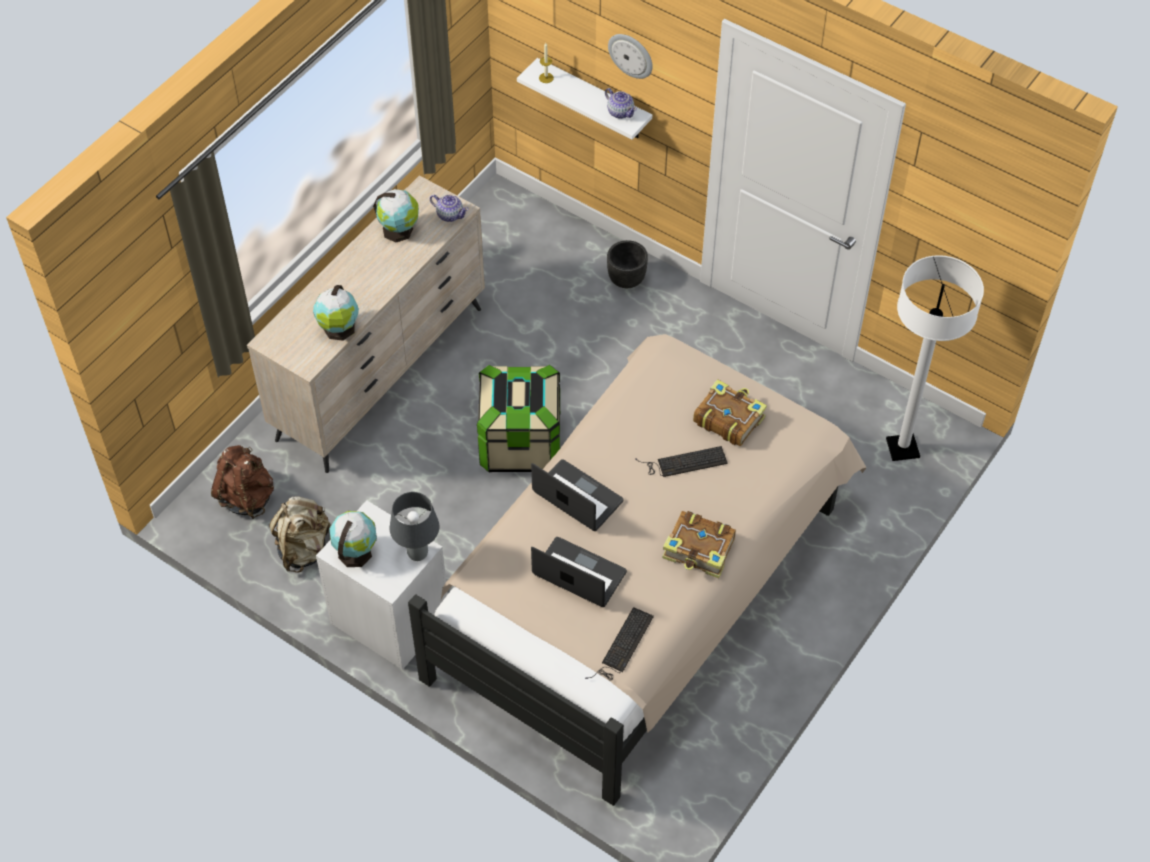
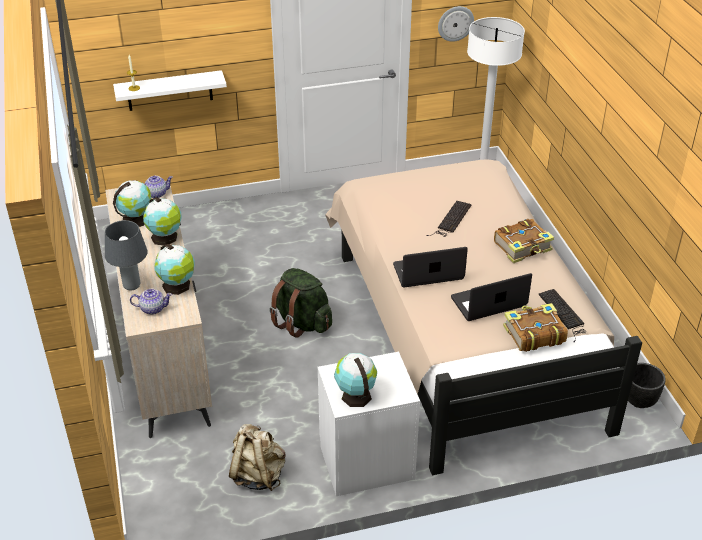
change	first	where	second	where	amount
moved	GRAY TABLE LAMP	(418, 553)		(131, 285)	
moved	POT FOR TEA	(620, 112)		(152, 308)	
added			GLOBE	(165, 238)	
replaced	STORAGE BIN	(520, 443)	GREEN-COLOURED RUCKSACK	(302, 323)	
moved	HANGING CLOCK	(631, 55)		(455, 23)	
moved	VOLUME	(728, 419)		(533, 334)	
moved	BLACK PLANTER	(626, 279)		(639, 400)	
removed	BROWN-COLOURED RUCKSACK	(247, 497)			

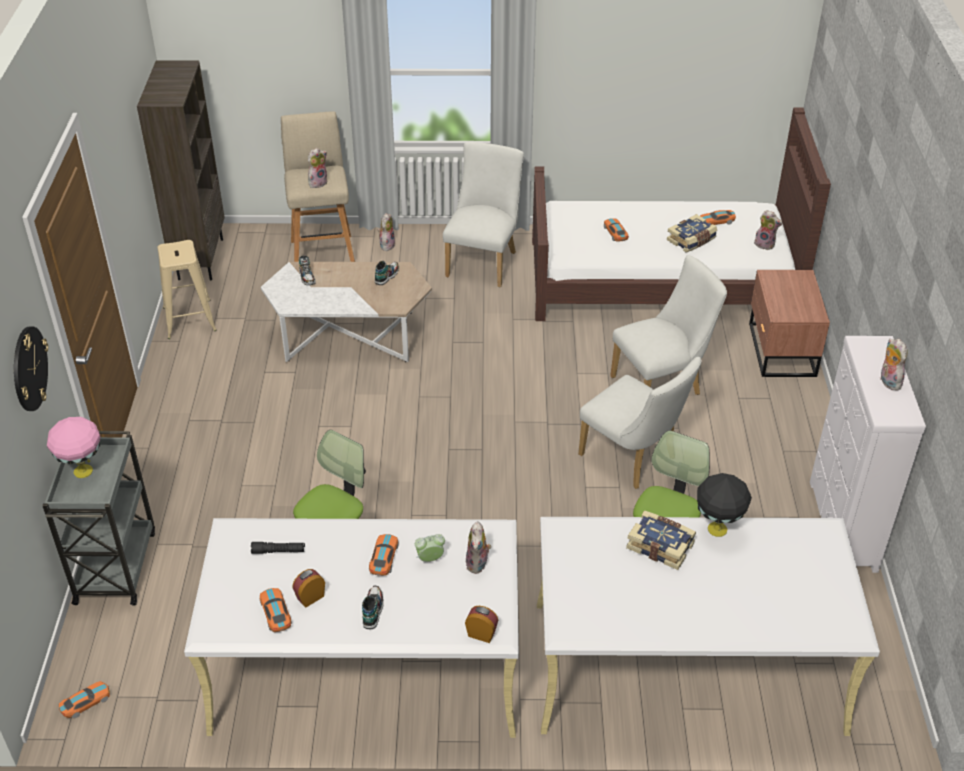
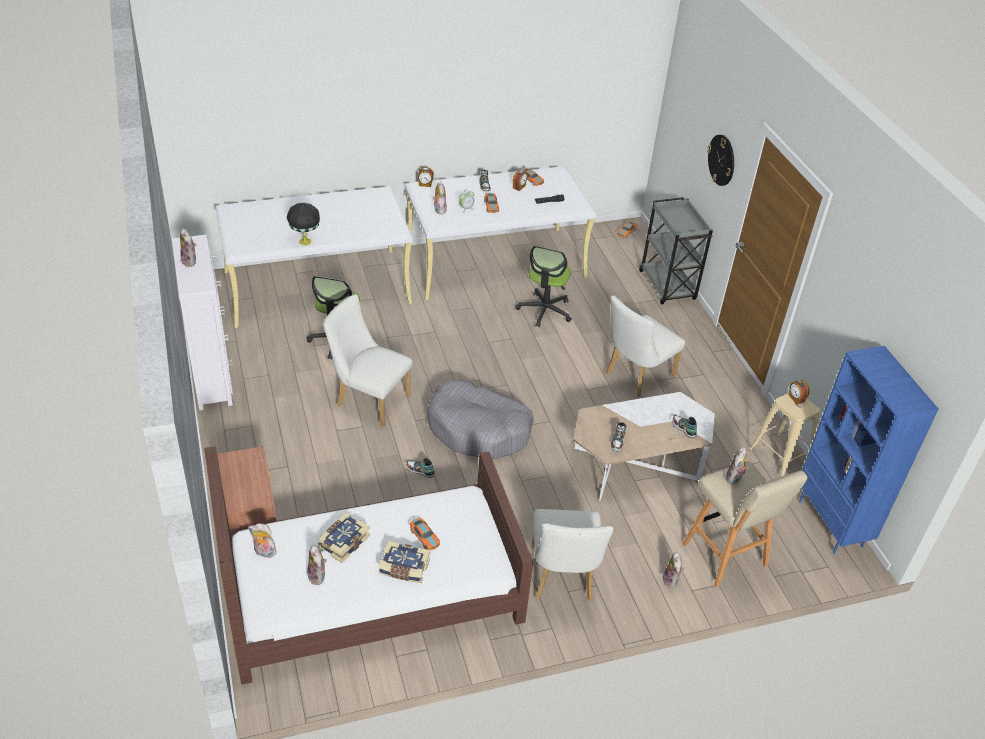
change	first	where	second	where	amount
replaced	MODEL CAR	(716, 221)	CUDDLY TOY	(318, 576)	
moved	VOLUME	(660, 545)		(404, 568)	
added			LOW SHOE	(420, 471)	
added			GRAY DOG BED	(478, 429)	
moved	WHITE-COLOURED CHAIR	(661, 384)		(635, 376)	
added			TABLE CLOCK	(796, 399)	
recoloured	BROWN-COLOURED BOOKCASE	(200, 259)	BLUE BOOKCASE	(831, 524)	
removed	PINK-COLOURED TABLE LAMP	(83, 472)			

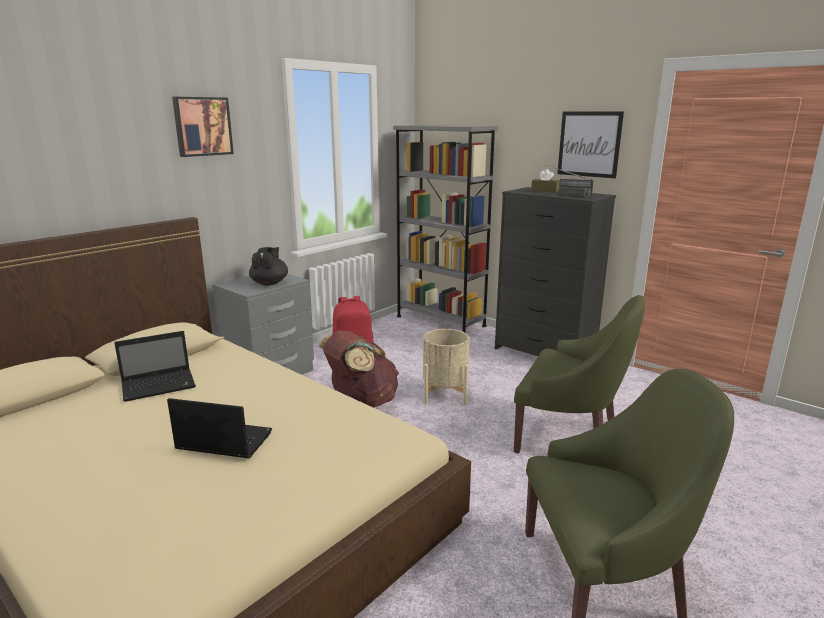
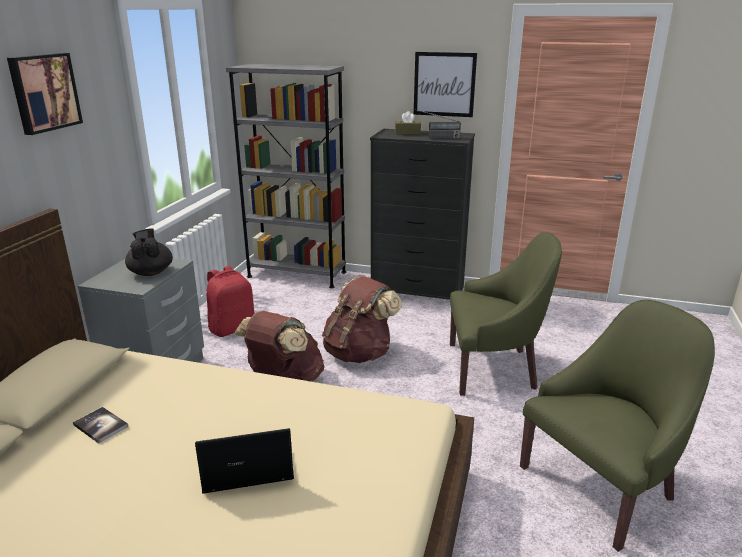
change	first	where	second	where	amount
replaced	PORTABLE COMPUTER	(160, 386)	VOLUME	(101, 426)	
replaced	SAND-COLOURED PLANTER	(445, 394)	BROWN-COLOURED RUCKSACK	(359, 353)	

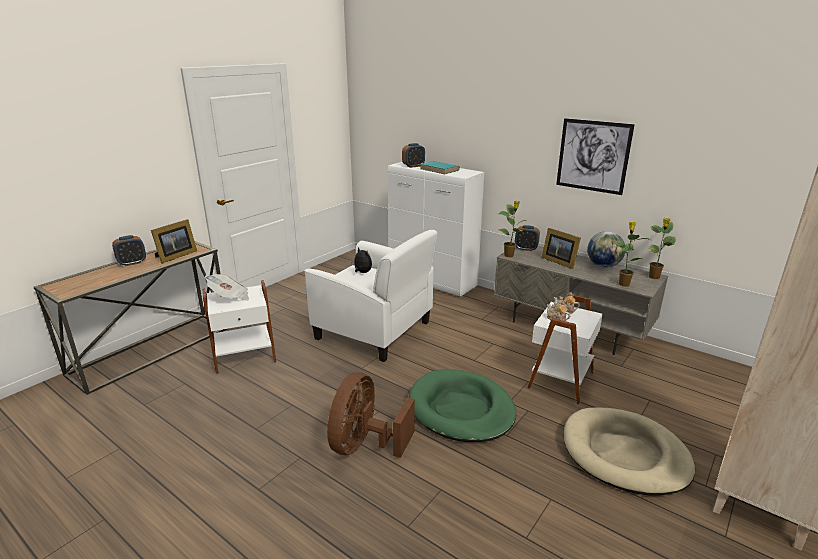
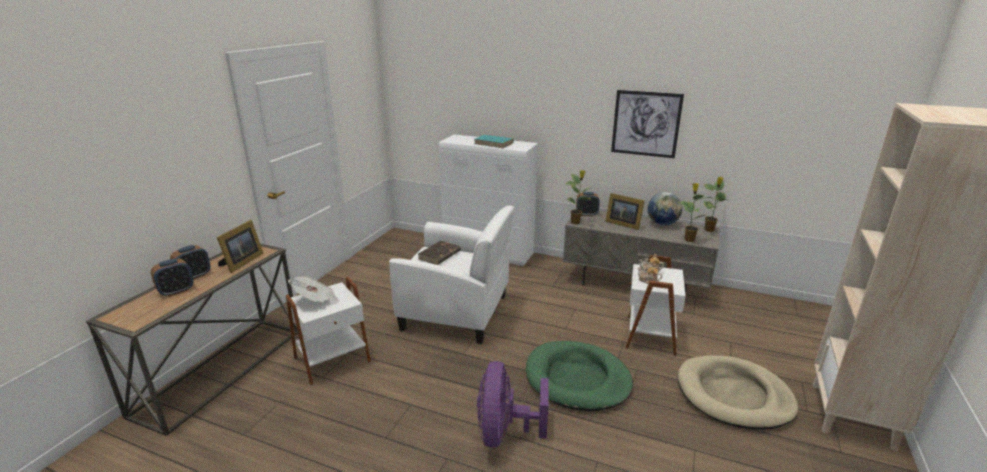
change	first	where	second	where	amount
moved	TABLE CLOCK	(413, 166)		(176, 291)	
replaced	CUDDLY TOY	(362, 272)	BROWN-COLOURED VOLUME	(439, 255)	
recoloured	BROWN-COLOURED COOLING FAN	(365, 445)	PURPLE-COLOURED COOLING FAN	(505, 432)	

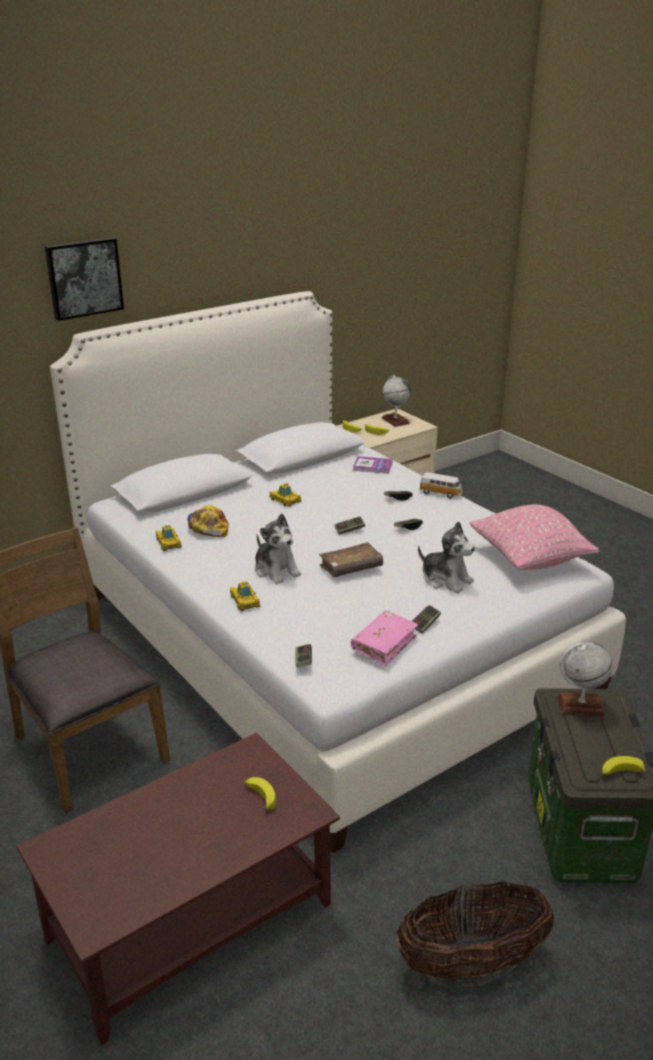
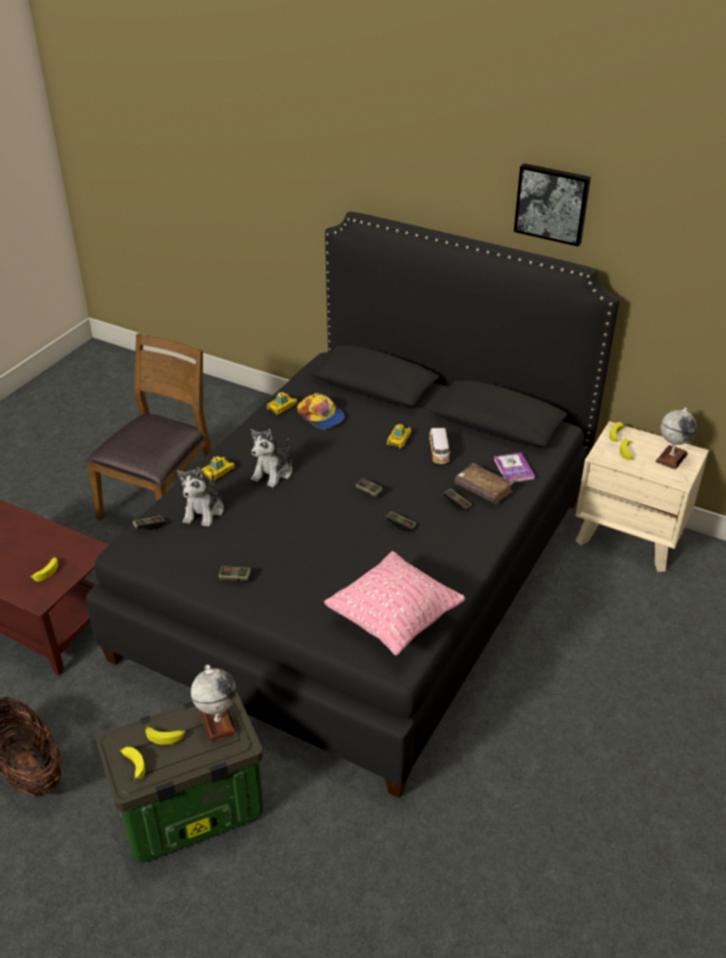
change	first	where	second	where	amount
recoloured	WHITE-COLOURED SLEEPING BED	(325, 641)	BLACK SLEEPING BED	(362, 573)	
added			BANANA FRUIT	(166, 736)	
moved	CUDDLY TOY	(446, 579)		(204, 511)	
turned	CAP	(207, 526)		(321, 416)	90 degrees clockwise
moved	MODEL CAR	(441, 493)		(439, 453)	
moved	BROWN-COLOURED VOLUME	(351, 568)		(483, 490)	
moved	PICTURE	(83, 277)		(552, 203)	
removed	PINK-COLOURED VOLUME	(384, 644)			

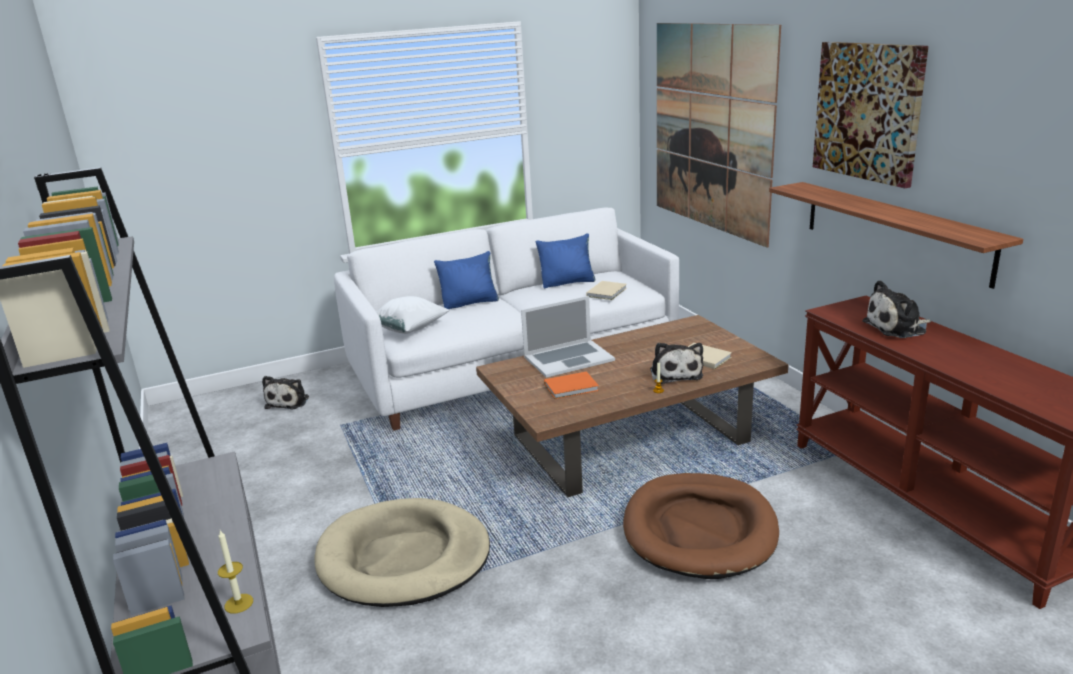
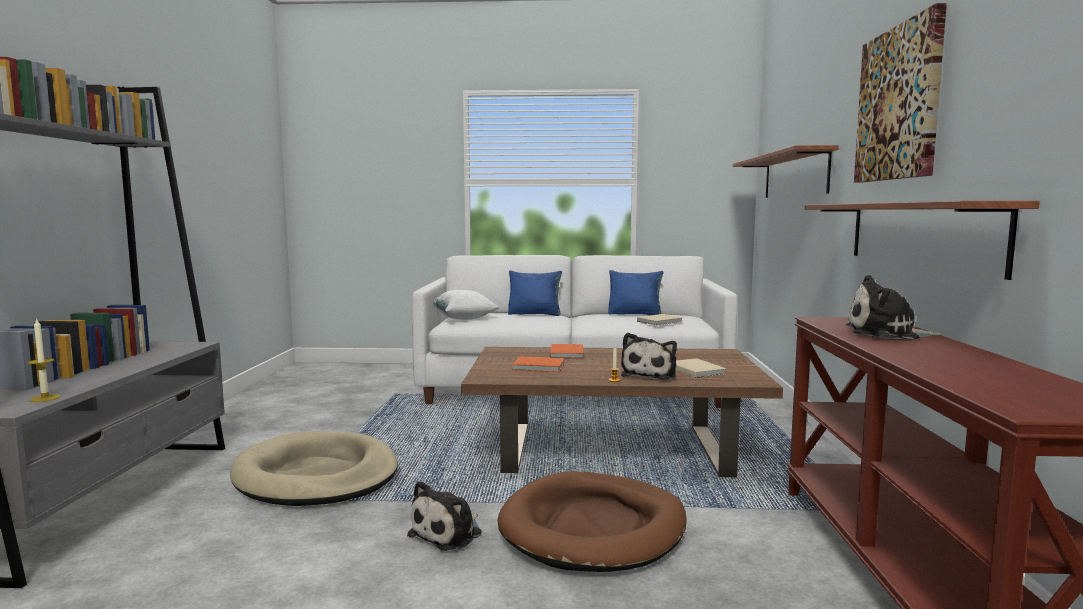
change	first	where	second	where	amount
moved	CUDDLY TOY	(289, 401)		(449, 533)	
replaced	PORTABLE COMPUTER	(568, 358)	ORANGE VOLUME	(567, 353)	
replaced	PICTURE	(711, 128)	BRACKET SHELF	(794, 175)	

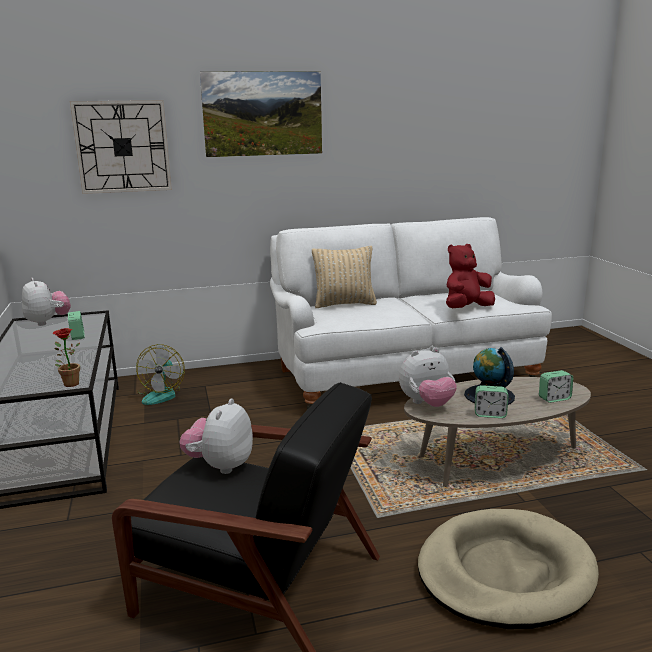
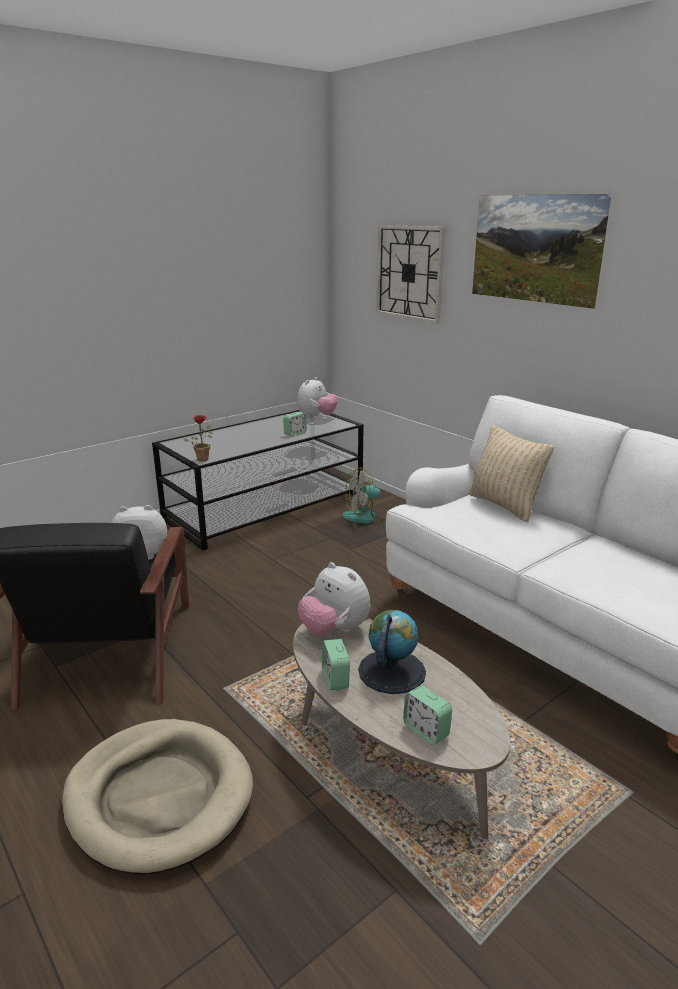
change	first	where	second	where	amount
removed	REDDISH CUDDLY TOY	(466, 308)			

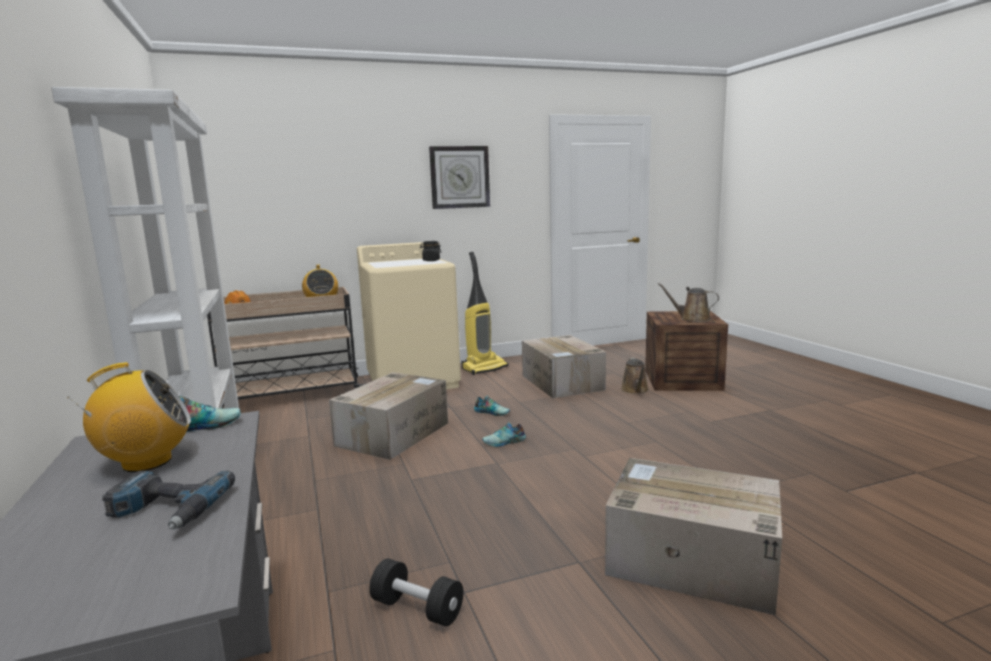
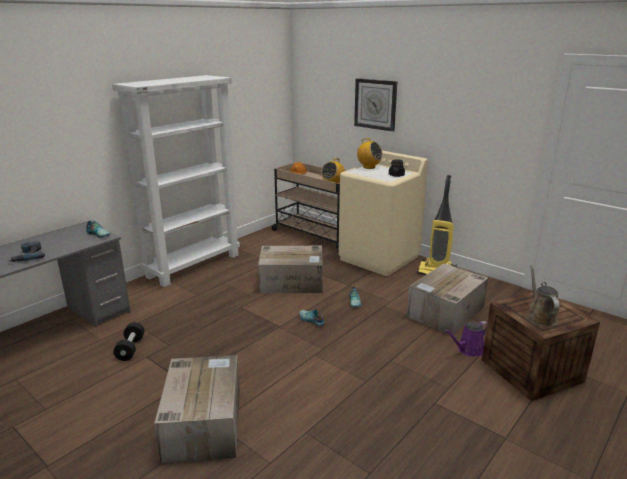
change	first	where	second	where	amount
moved	HANGING CLOCK	(459, 177)		(375, 104)	
moved	RADIO SET	(146, 462)		(369, 167)	
recoloured	BROWN-COLOURED WATERING CAN	(635, 390)	PURPLE-COLOURED WATERING CAN	(468, 350)	

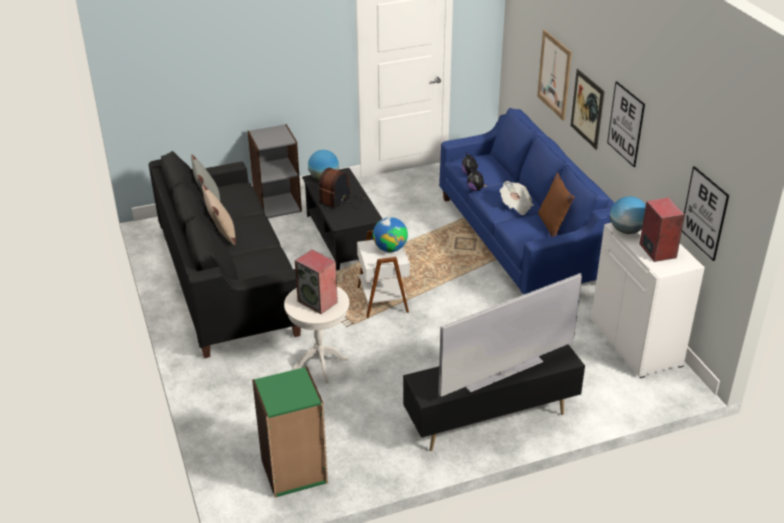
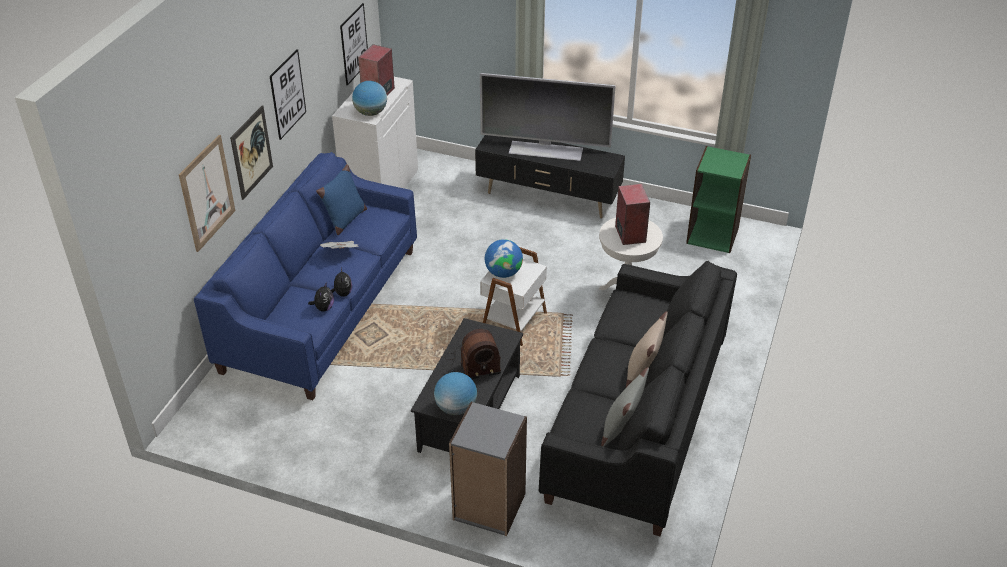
change	first	where	second	where	amount
recoloured	BROWN-COLOURED PILLOW	(552, 225)	BLUE PILLOW	(345, 220)	

